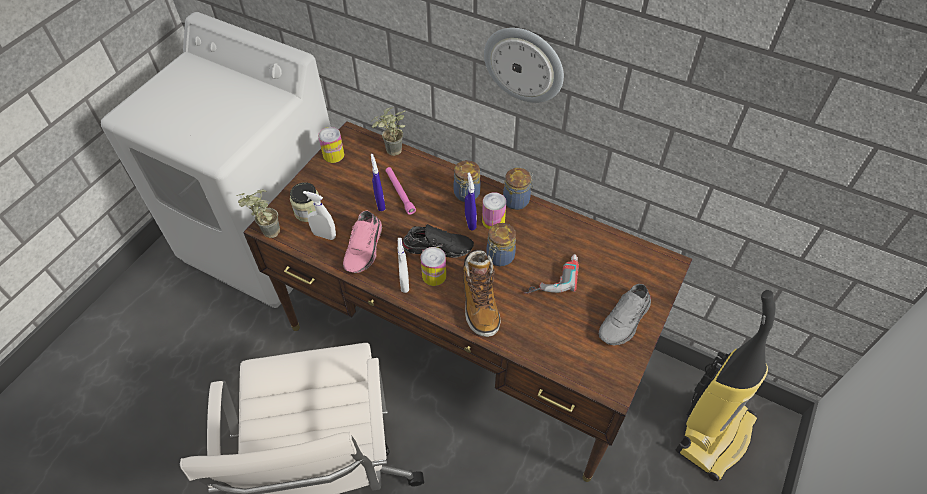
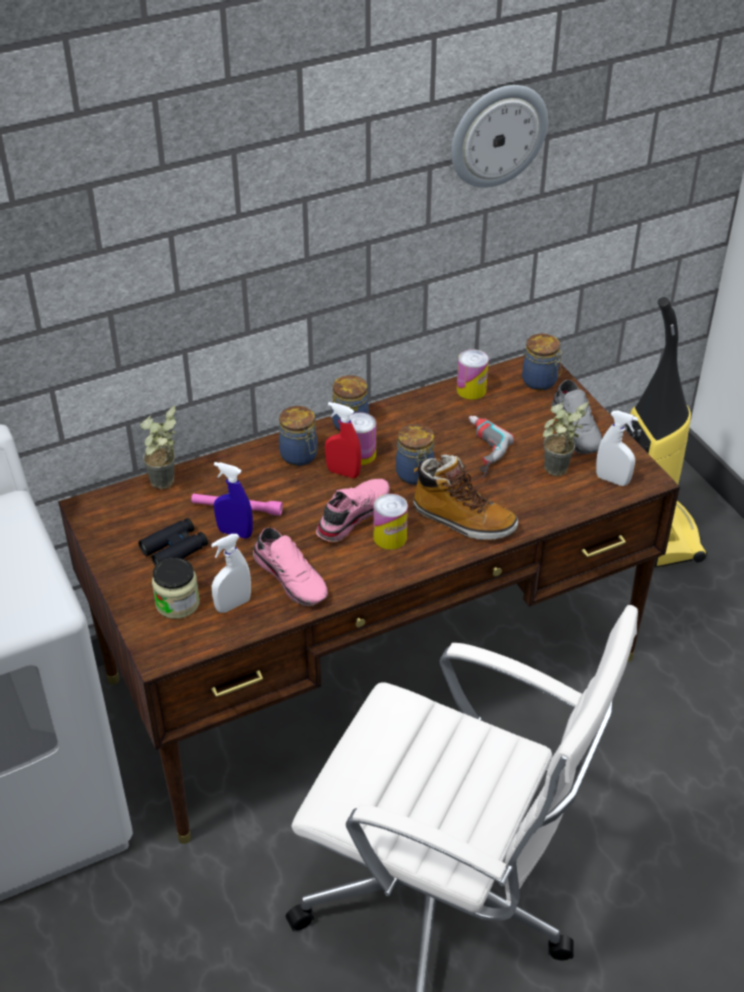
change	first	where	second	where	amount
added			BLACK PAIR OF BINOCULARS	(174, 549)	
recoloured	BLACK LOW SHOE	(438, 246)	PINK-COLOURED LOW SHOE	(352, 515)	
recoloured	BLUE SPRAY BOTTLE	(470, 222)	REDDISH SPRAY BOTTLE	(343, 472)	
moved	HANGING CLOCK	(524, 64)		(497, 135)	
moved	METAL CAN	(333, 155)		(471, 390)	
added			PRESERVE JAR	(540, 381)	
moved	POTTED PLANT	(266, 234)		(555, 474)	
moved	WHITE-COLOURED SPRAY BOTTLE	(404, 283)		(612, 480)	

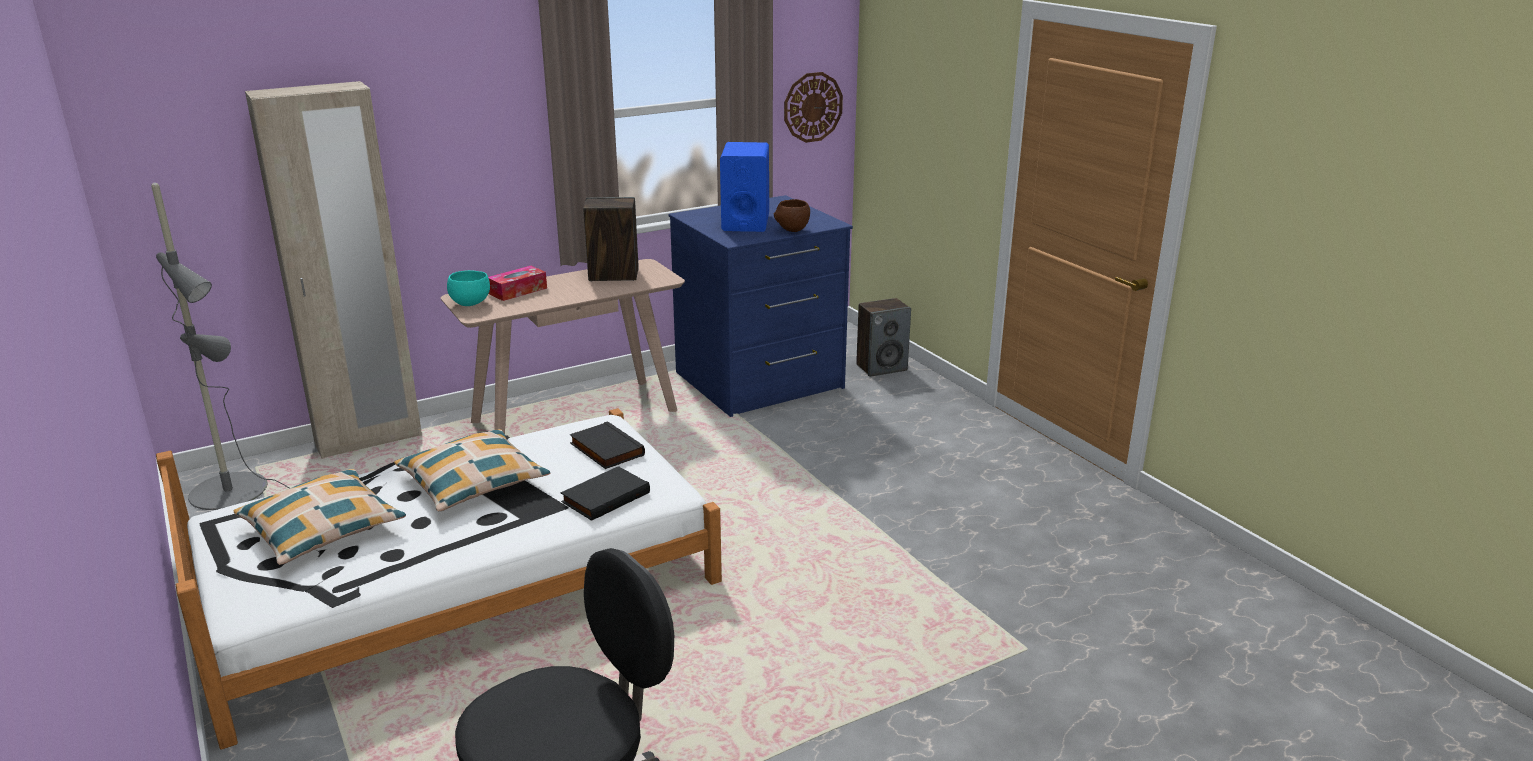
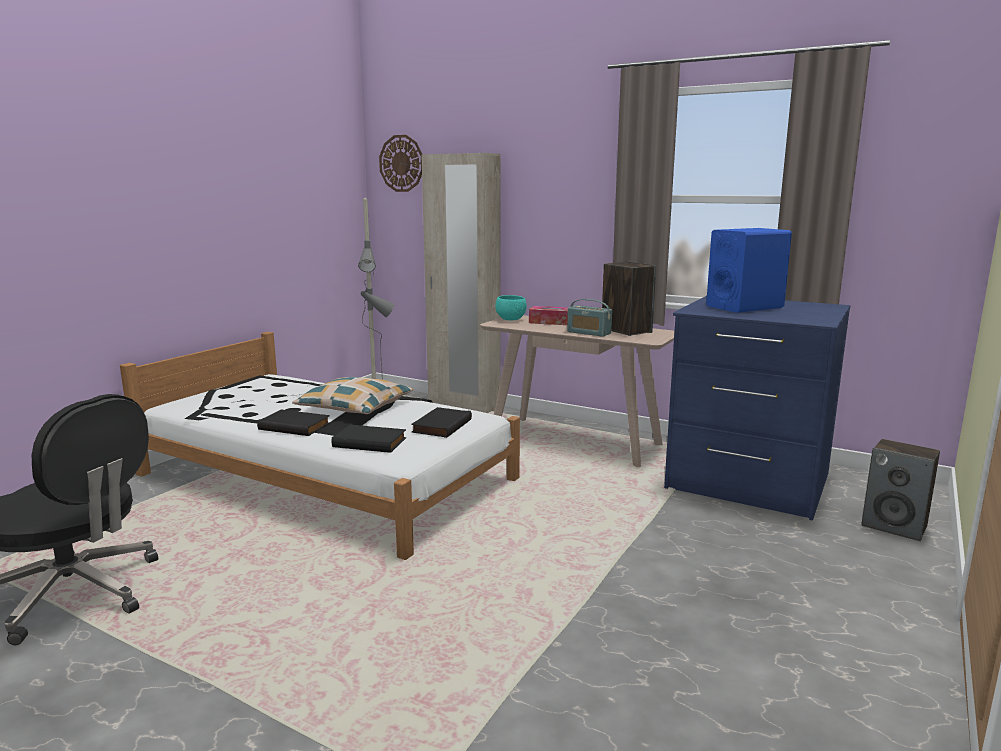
change	first	where	second	where	amount
added			BLACK VOLUME	(295, 426)	
moved	HANGING CLOCK	(812, 107)		(401, 163)	
added			RADIO SET	(588, 333)	
removed	PILLOW	(322, 528)			
removed	BROWN-COLOURED DEEP DISH	(792, 230)			

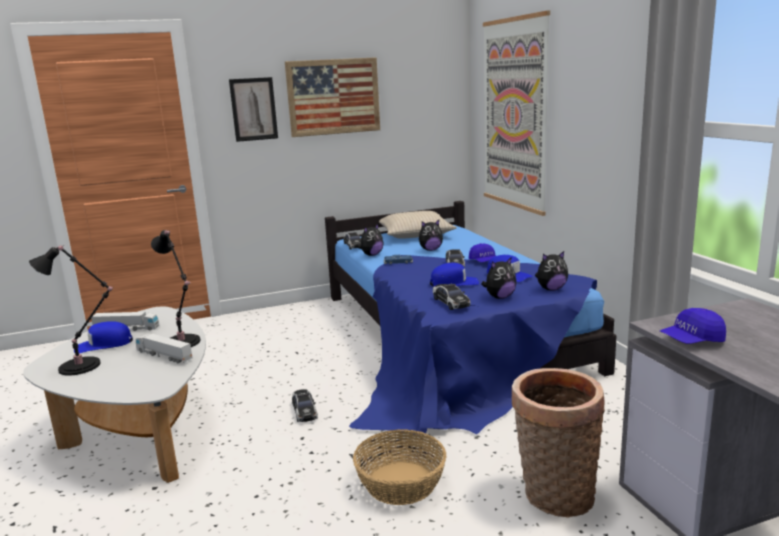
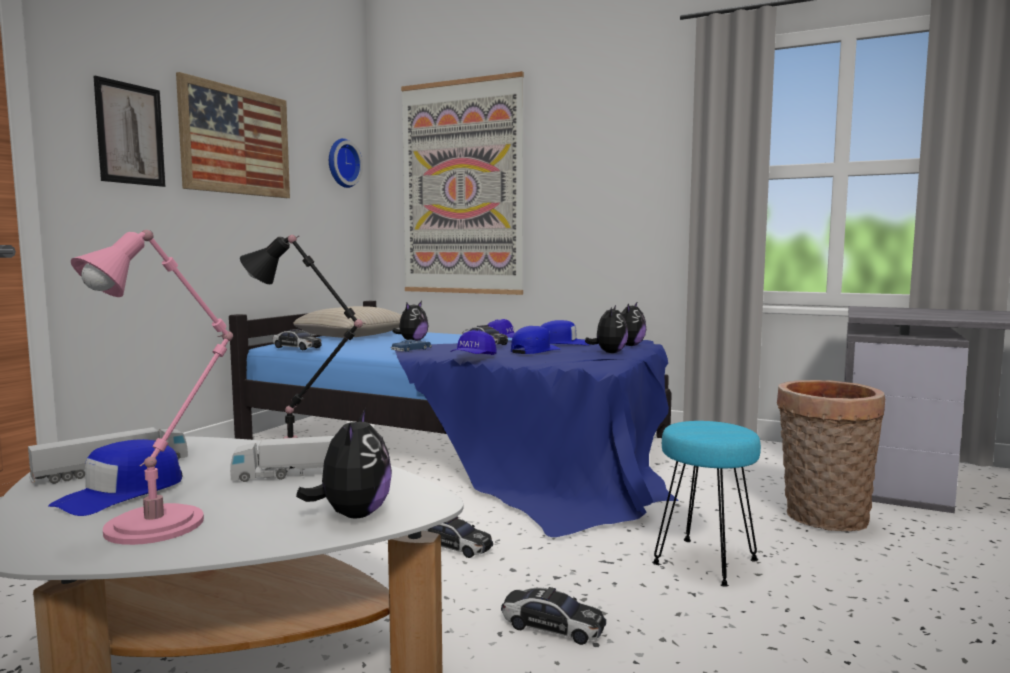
change	first	where	second	where	amount
recoloured	BLACK TABLE LAMP	(83, 366)	PINK-COLOURED TABLE LAMP	(163, 523)	
moved	CUDDLY TOY	(371, 255)		(353, 515)	
added			HANGING CLOCK	(341, 163)	
moved	BLUE CAP	(692, 341)		(473, 357)	
moved	MODEL CAR	(451, 302)		(552, 626)	
replaced	BASKET	(401, 483)	TURQUOISE-COLOURED STOOL SEAT	(706, 561)	

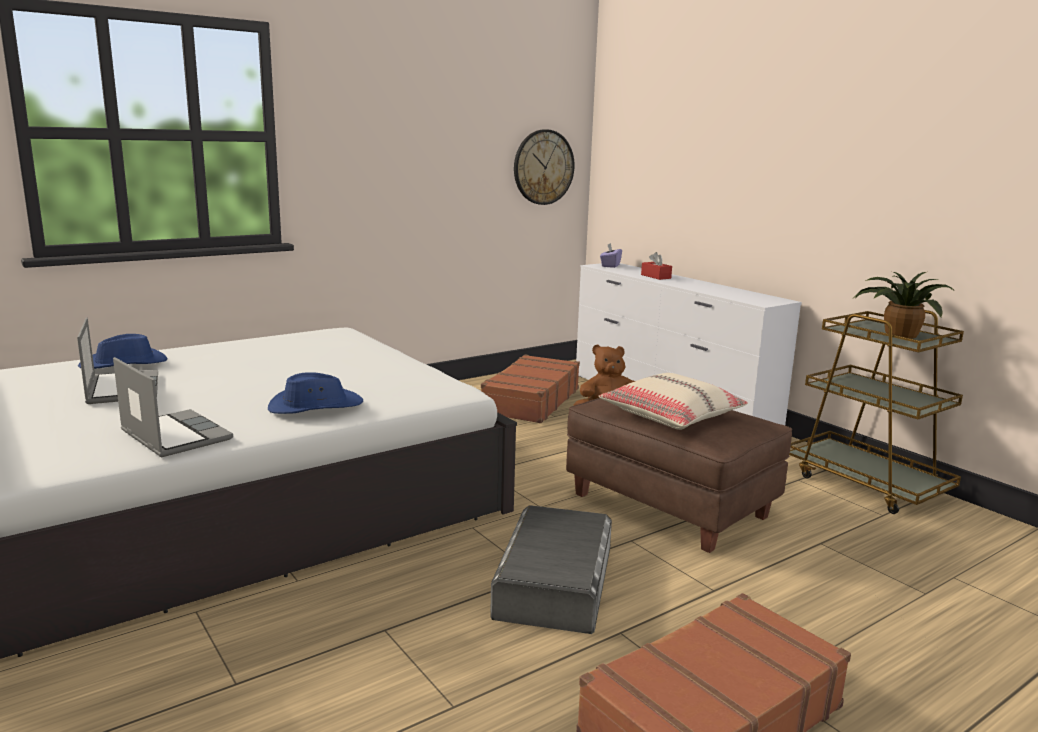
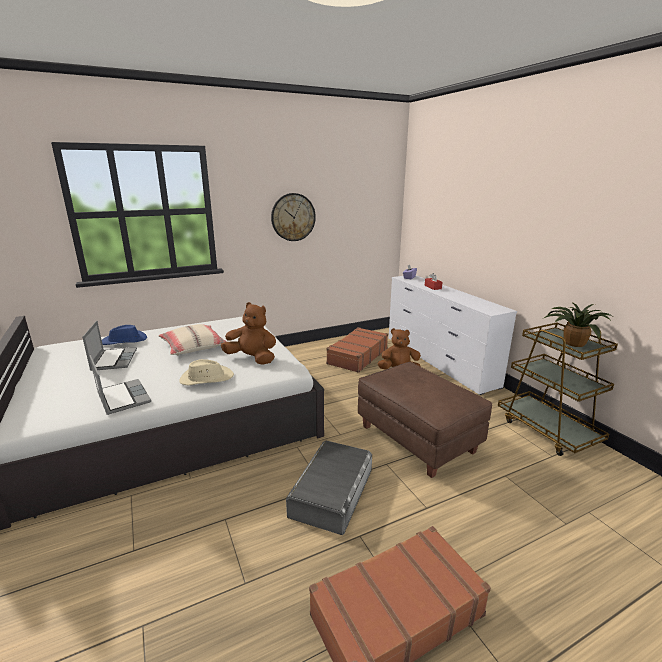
change	first	where	second	where	amount
moved	SAND-COLOURED PILLOW	(671, 415)		(193, 346)	
recoloured	BLUE WEARABLE HAT	(315, 406)	SAND-COLOURED WEARABLE HAT	(206, 378)	
added			BROWN-COLOURED CUDDLY TOY	(252, 359)	
moved	HANGING CLOCK	(543, 167)		(293, 217)	

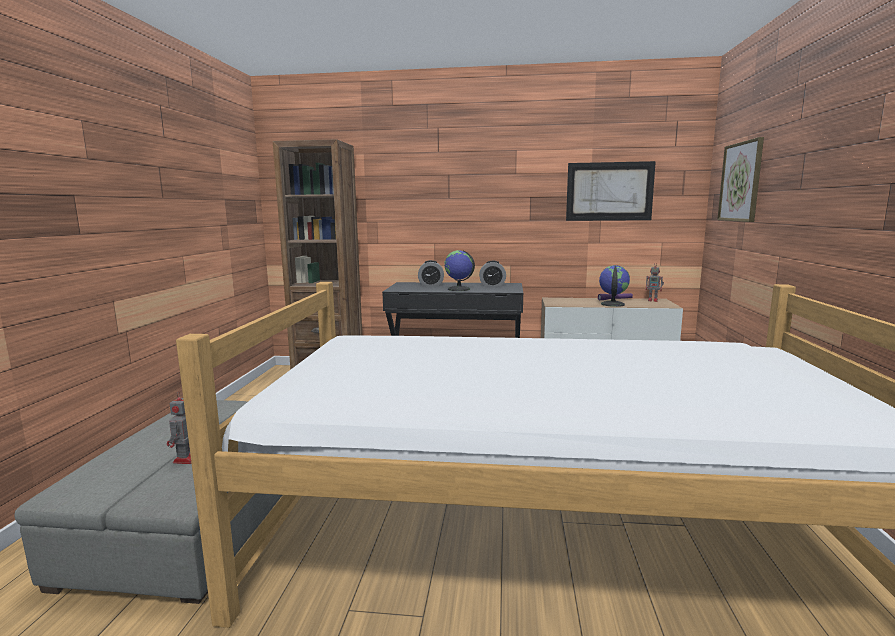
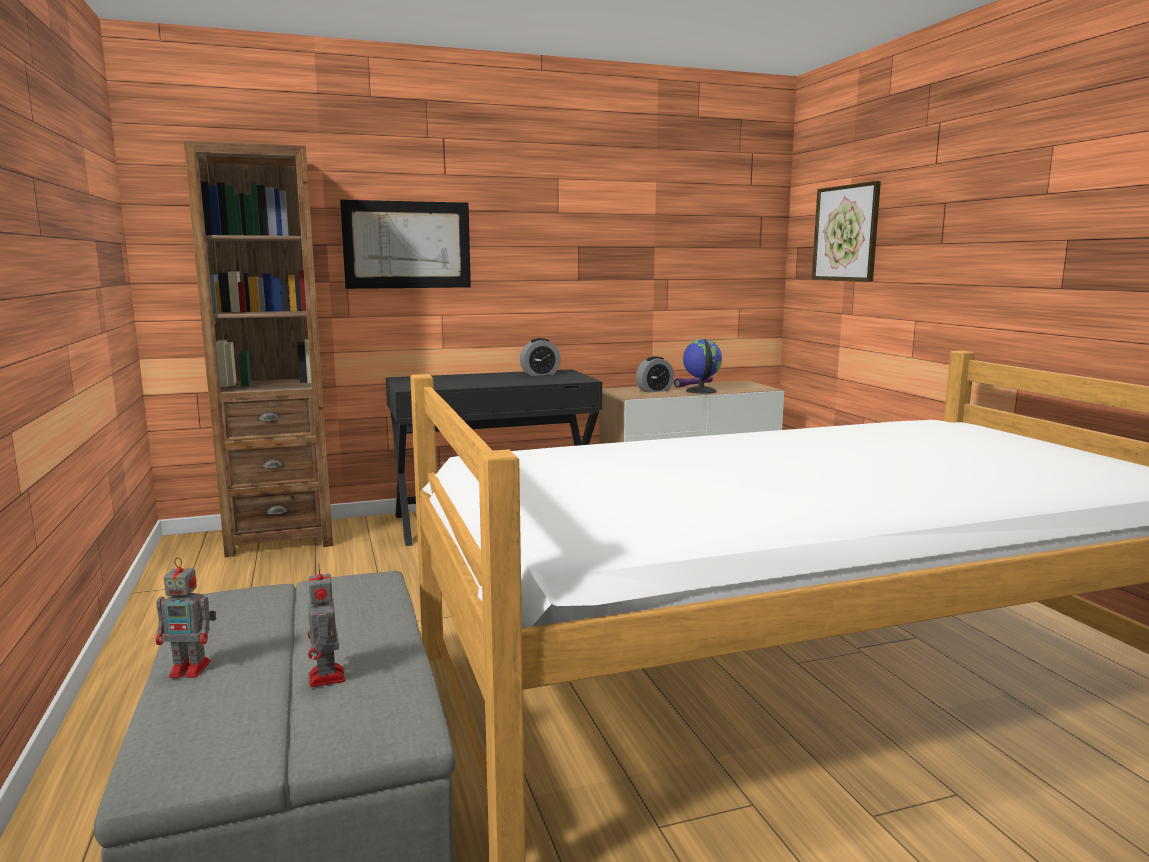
change	first	where	second	where	amount
moved	MODEL ROBOT	(653, 300)		(192, 669)	
moved	PICTURE	(609, 191)		(407, 245)	
moved	TABLE CLOCK	(431, 284)		(654, 390)	
removed	GLOBE	(458, 289)			

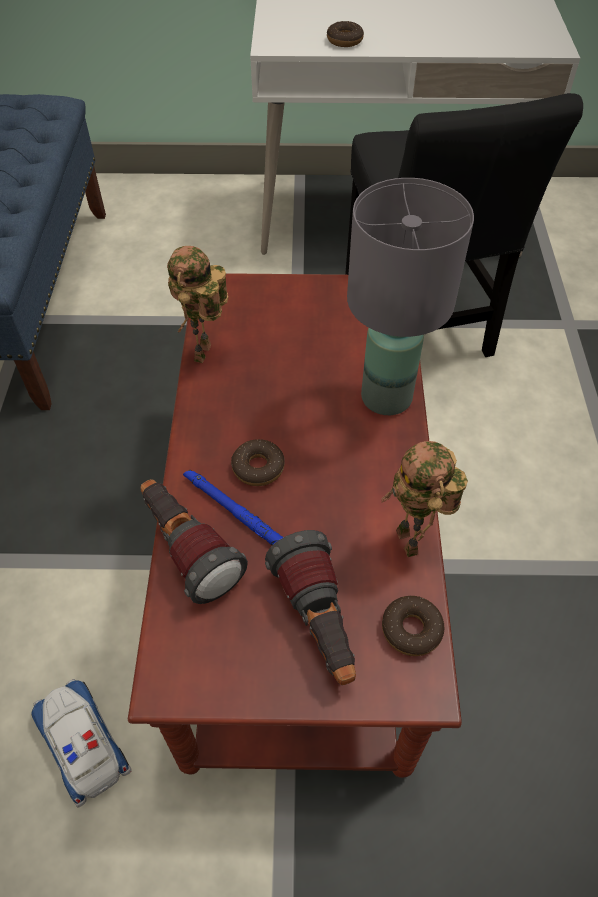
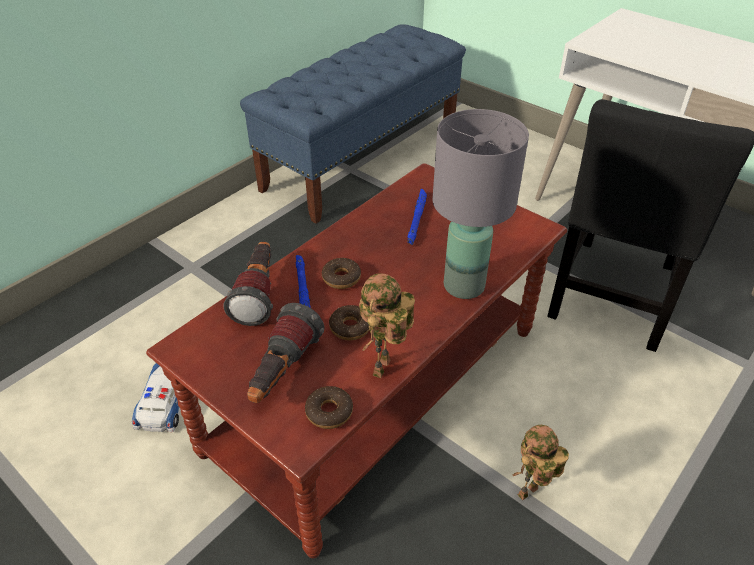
change	first	where	second	where	amount
moved	DONUT	(344, 40)		(350, 327)	
added			BLUE HAND TORCH	(417, 219)	
moved	MODEL ROBOT	(205, 355)		(528, 494)	

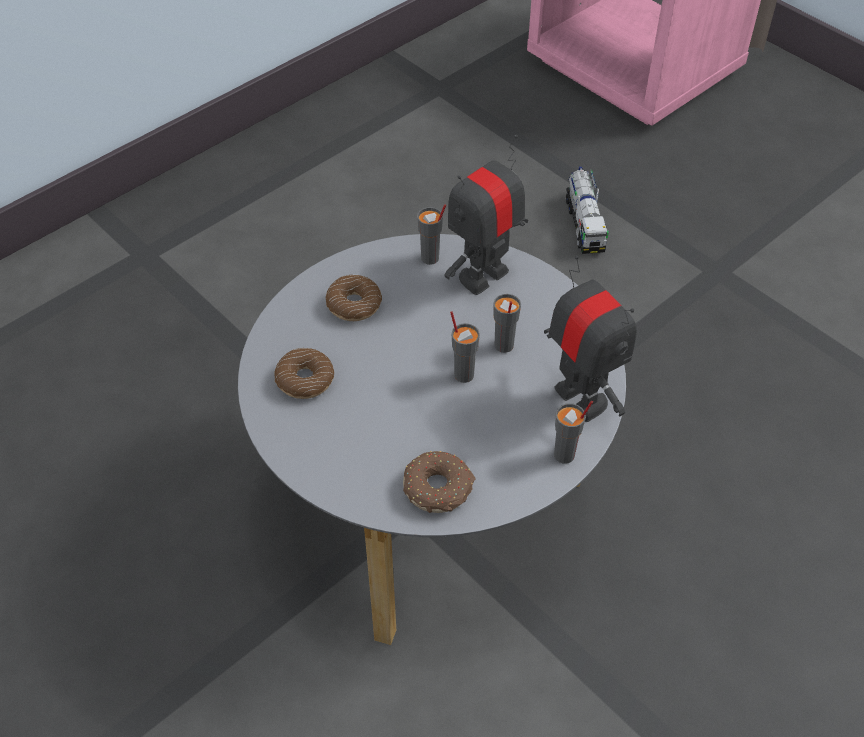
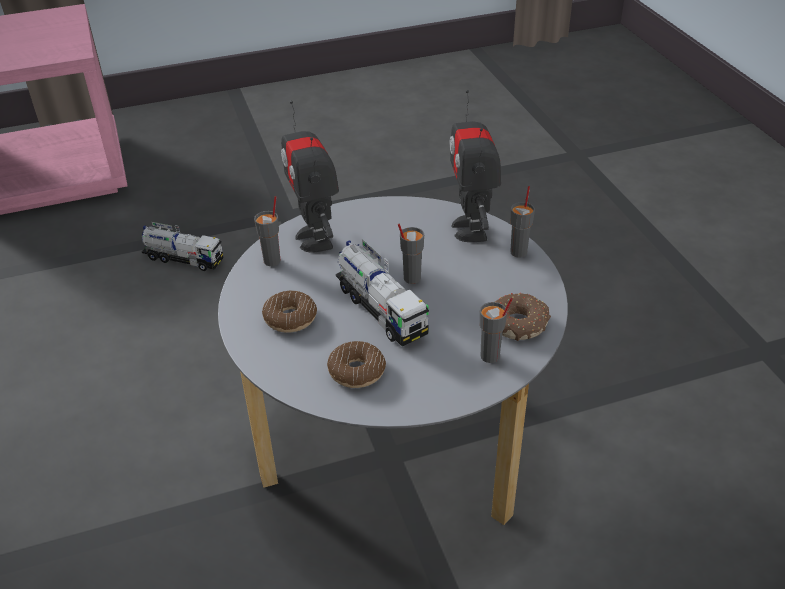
change	first	where	second	where	amount
added			MODEL TRUCK	(380, 310)	
turned	MODEL ROBOT	(580, 398)		(471, 229)	90 degrees counterclockwise
moved	GRAY DRINKING CUP	(503, 346)		(490, 356)	

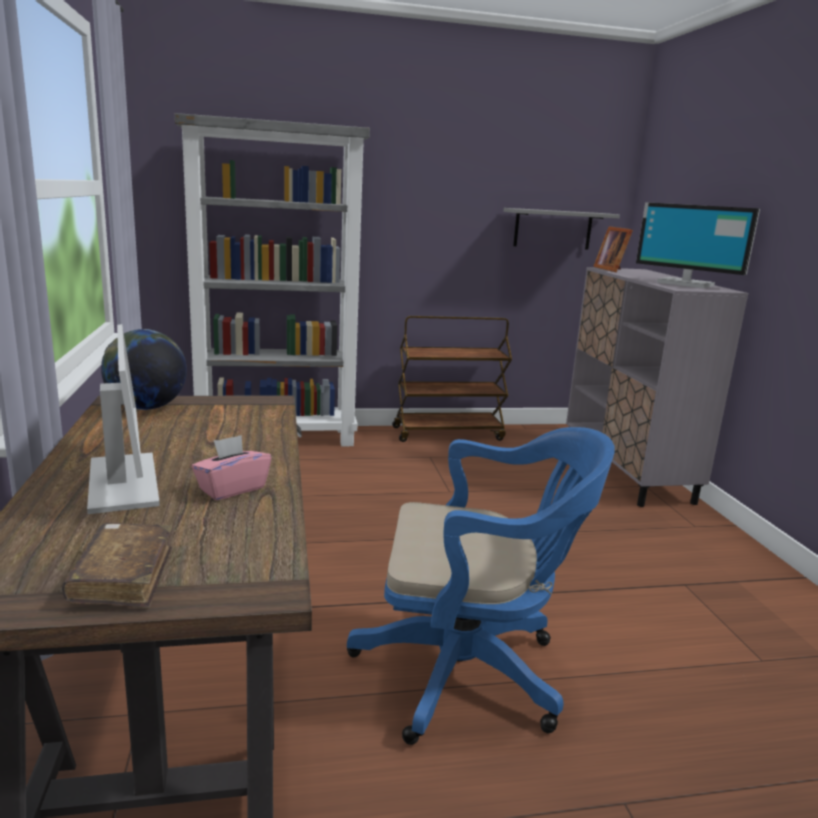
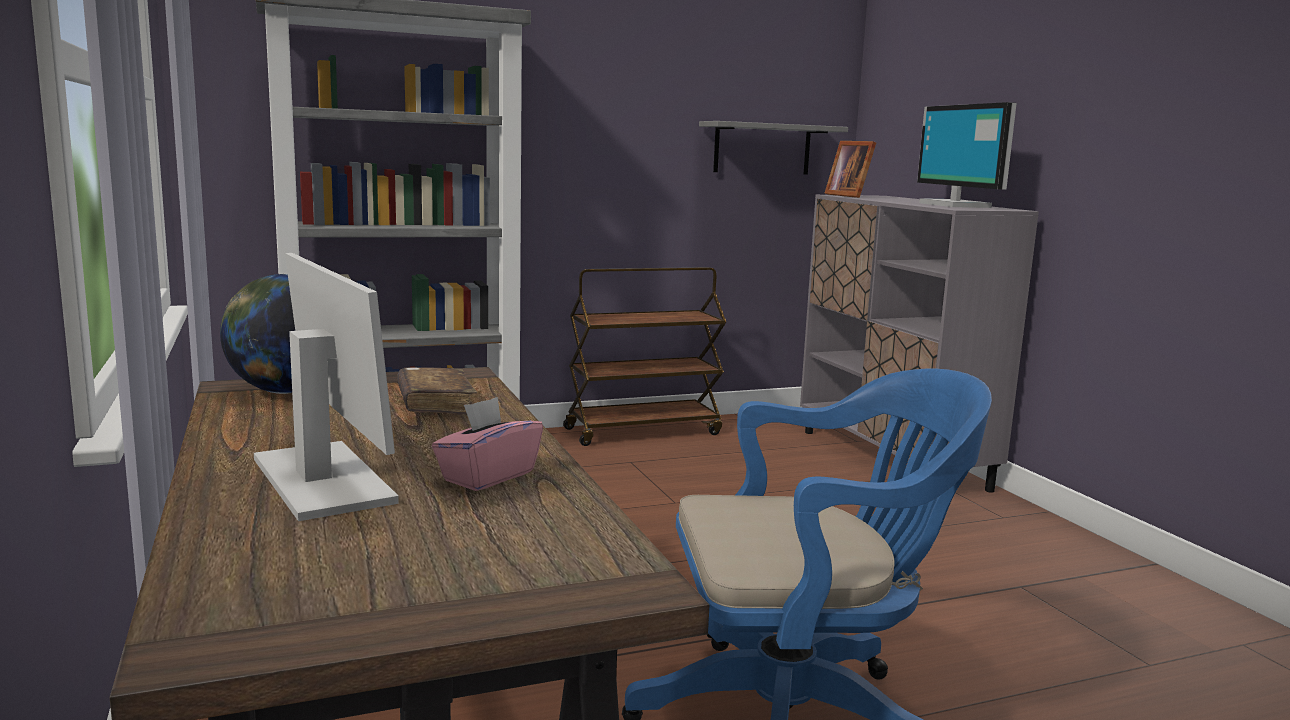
change	first	where	second	where	amount
moved	BROWN-COLOURED VOLUME	(123, 577)		(436, 405)	
turned	MONITOR	(686, 284)		(957, 205)	45 degrees clockwise

